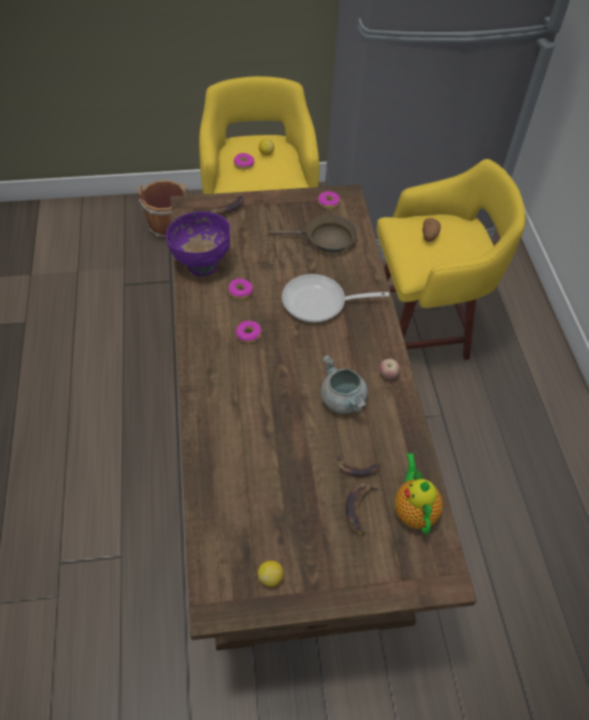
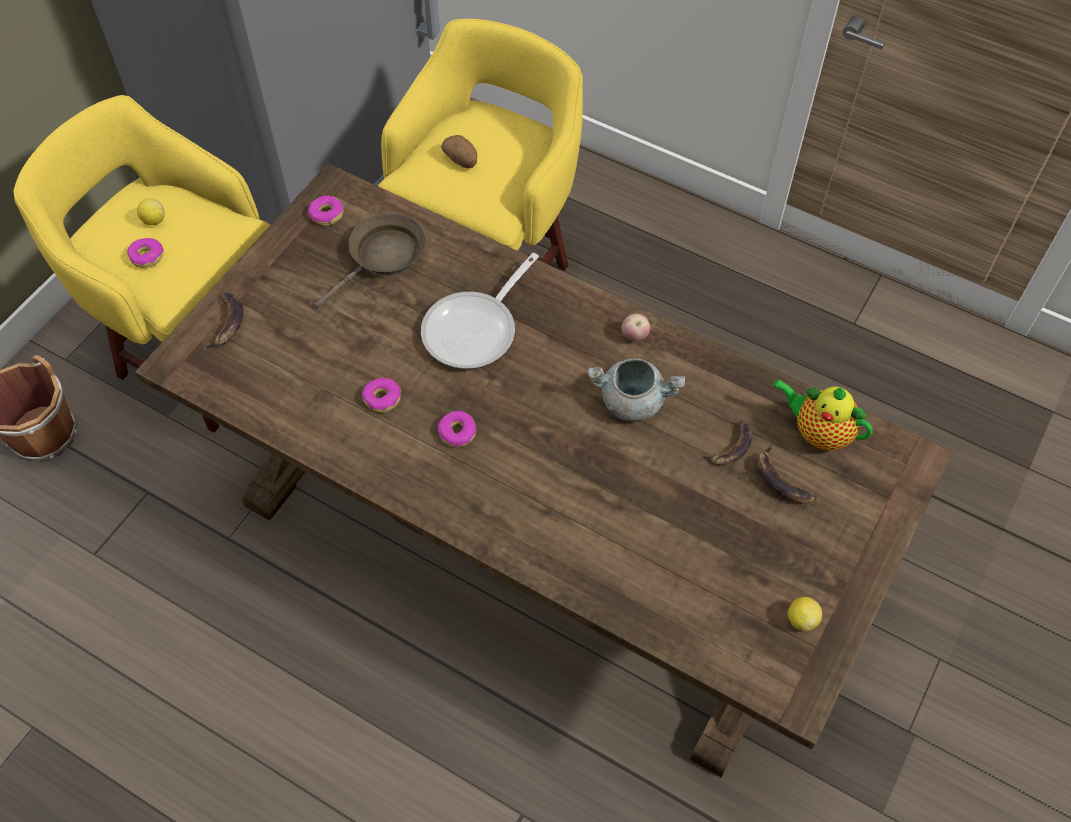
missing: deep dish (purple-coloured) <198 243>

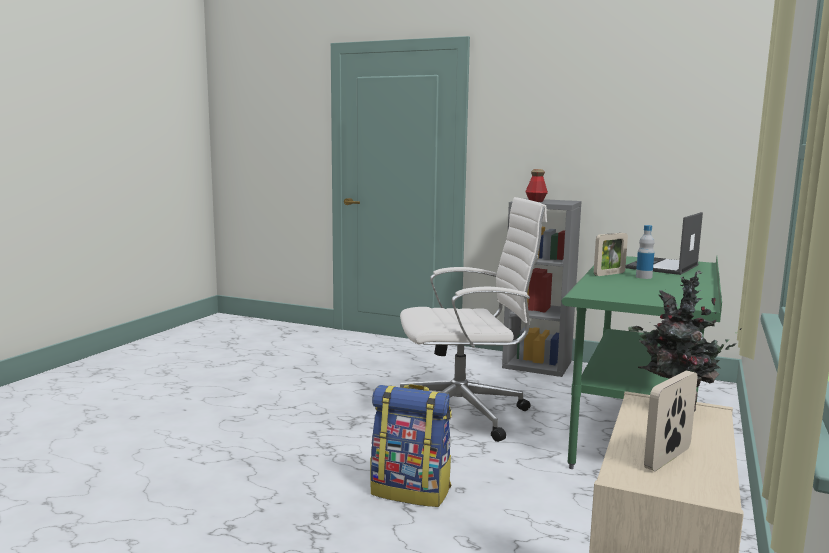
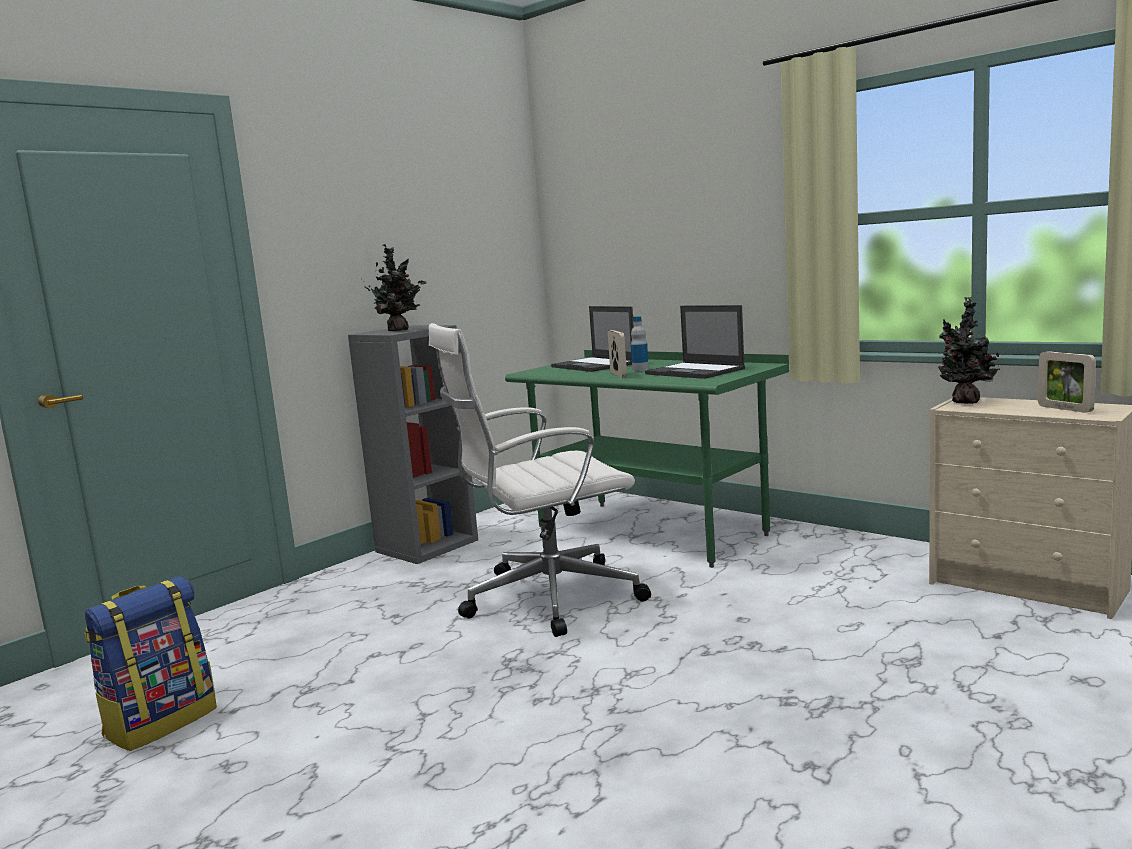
appeared: notebook computer <695 342>
relocated: backpack <411 445> to <150 663>
exchanged: bottle <536 185> to plant in a pot <395 287>
spun: office chair (white) <473 319> = <540 480> 120 degrees counterclockwise

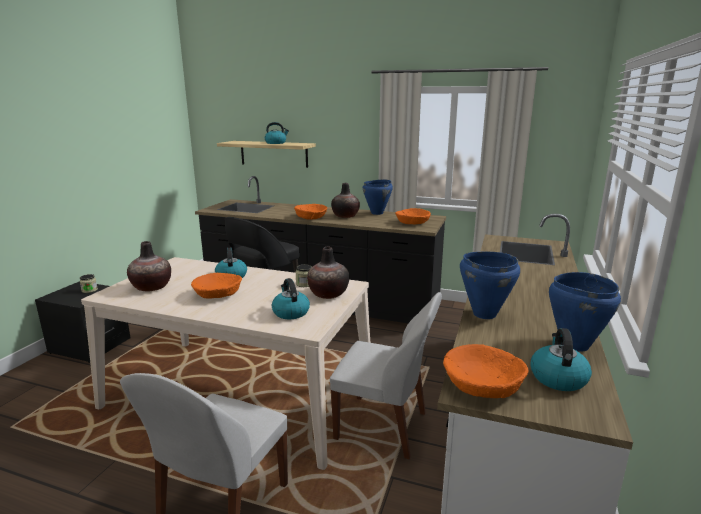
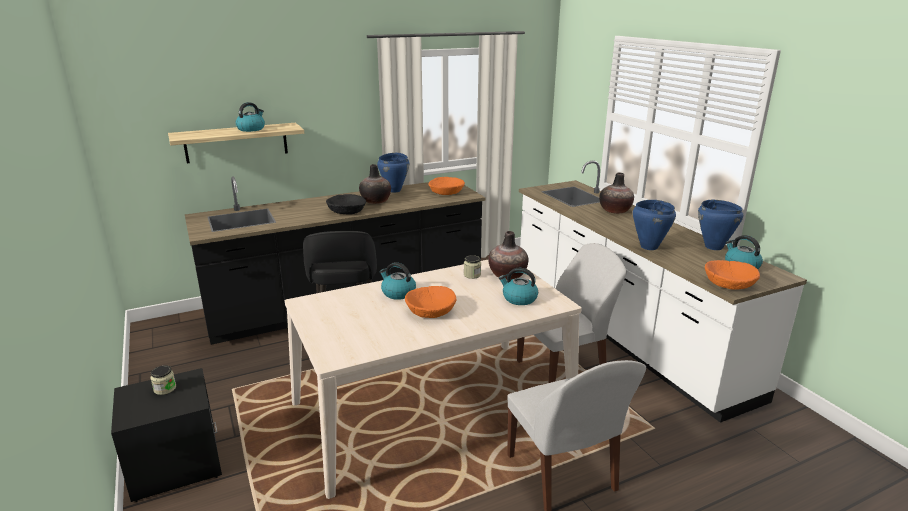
relocated: decorative vase <149 266> to <616 193>
colour: deep dish (orange) <310 212> to deep dish (blackish) <346 204>

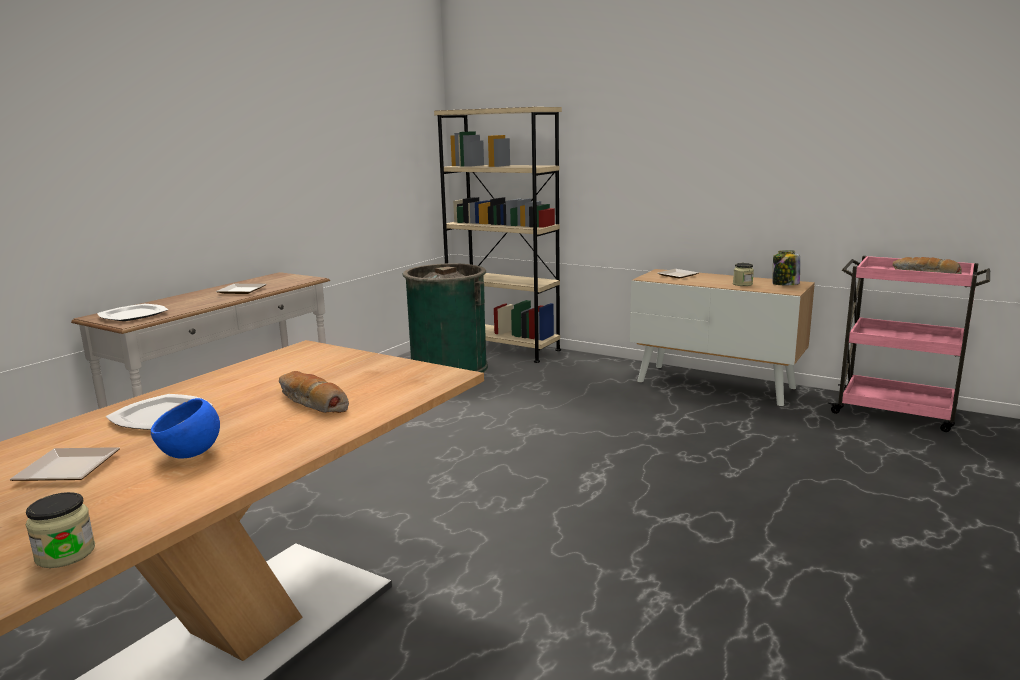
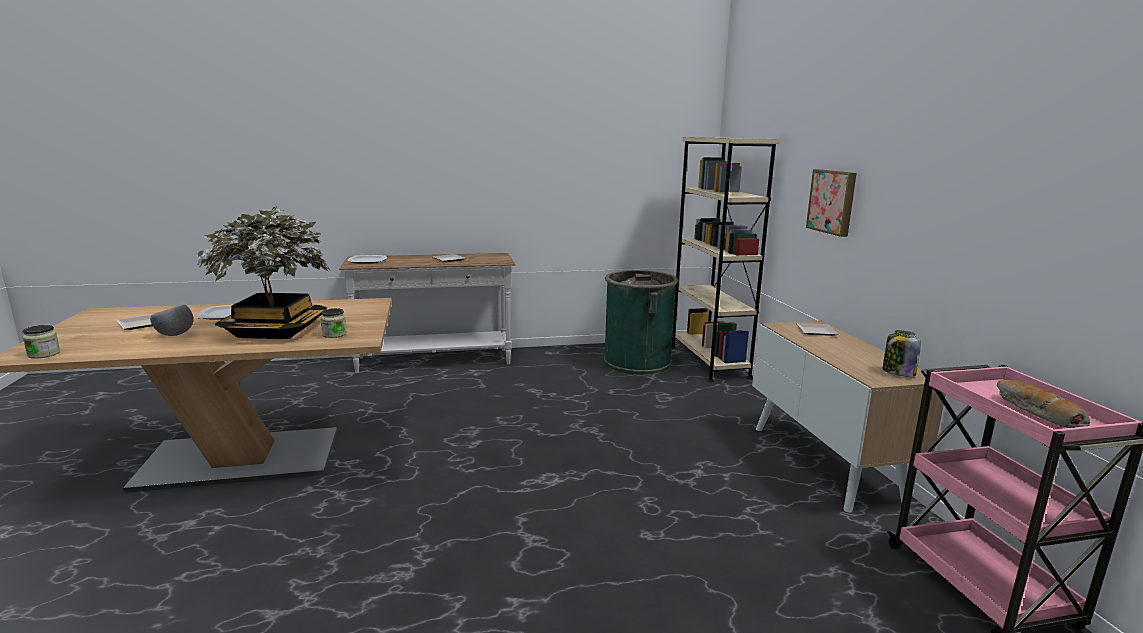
appeared: picture <831 203>
relocated: jar <743 274> to <334 323>
exchanged: bread <314 392> to plant in a pot <264 272>
colour: deep dish (blue) <185 428> to deep dish (greyish) <172 320>

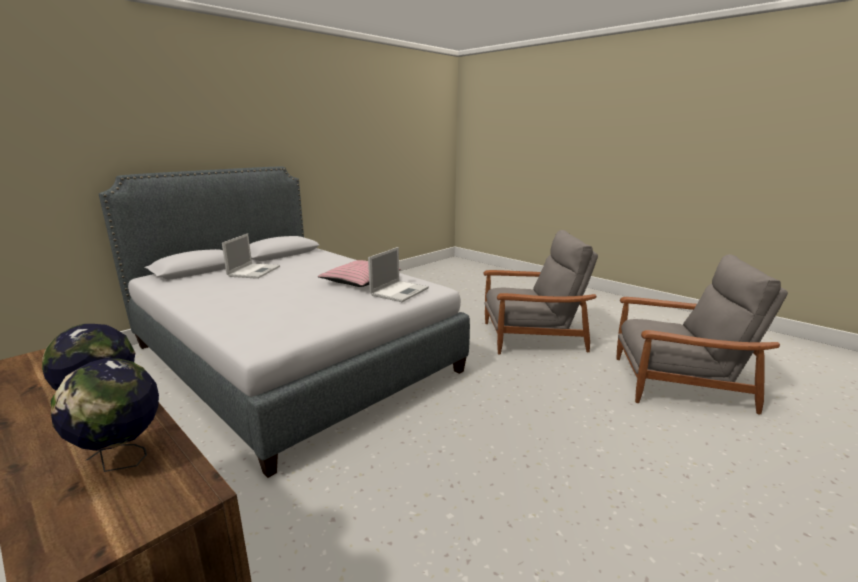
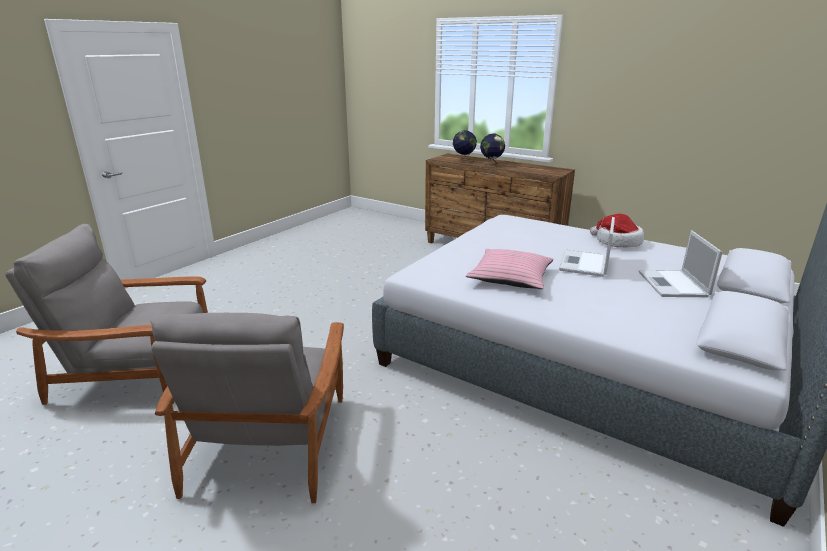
appeared: hat <617 231>
relocated: notebook computer <398 274> to <587 247>
spun: easy chair (greyish) <541 292> = <247 408> 75 degrees counterclockwise

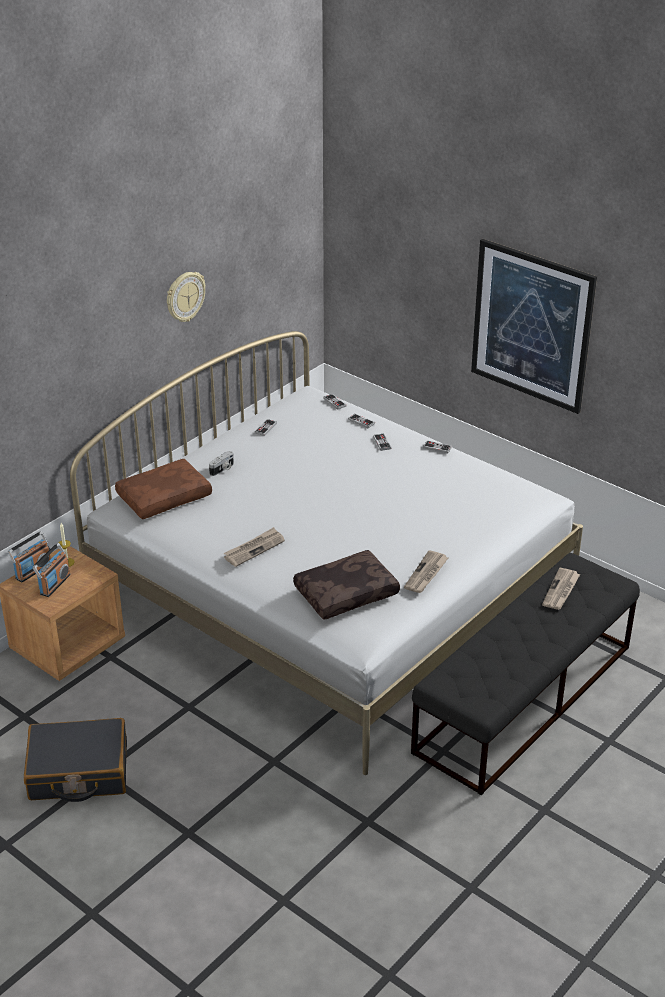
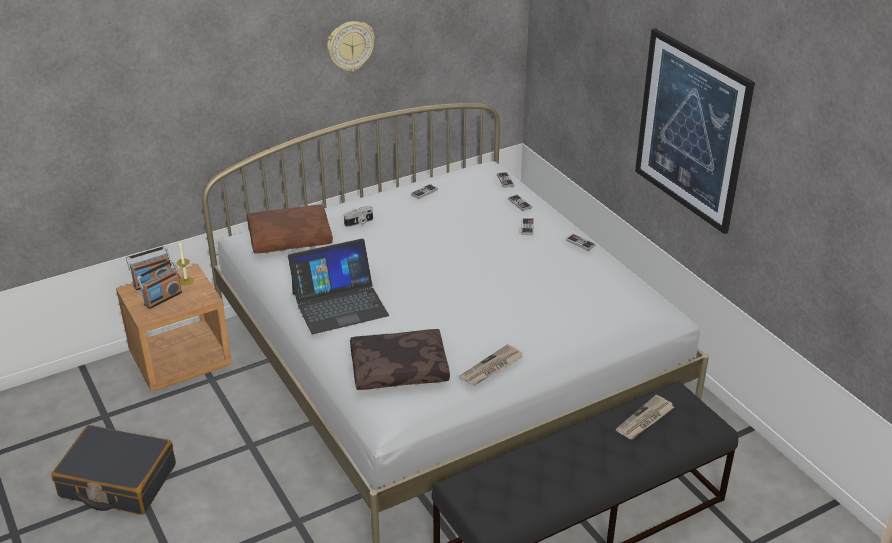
exchanged: printed paper <254 547> to notebook computer <338 286>

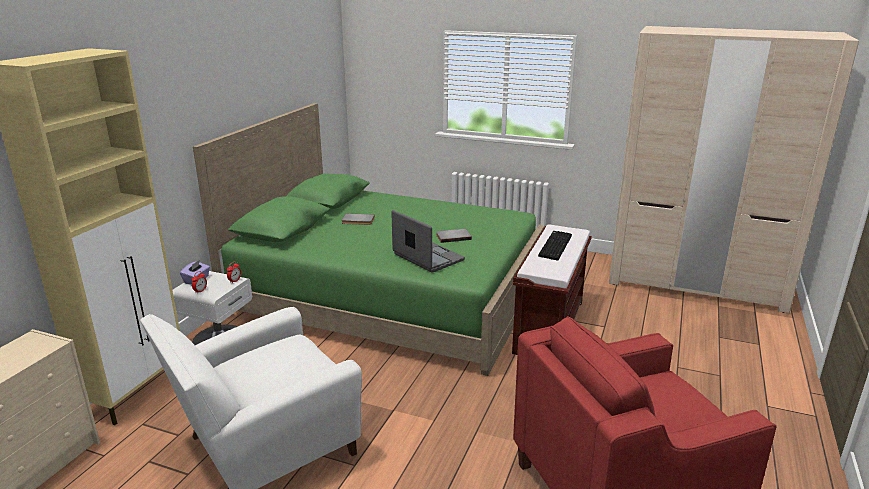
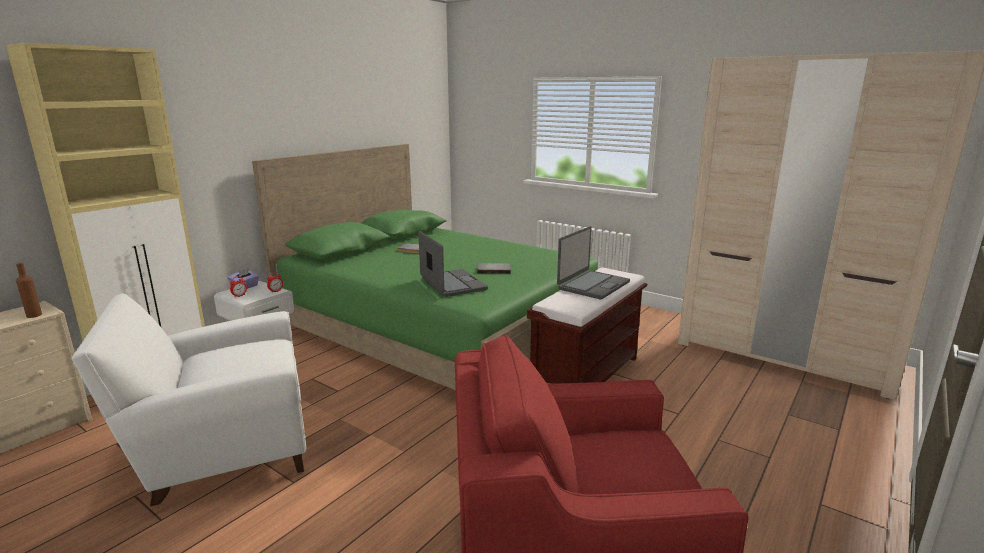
appeared: bottle (brownish) <29 290>
exchanged: keyboard <555 246> to notebook computer <593 262>

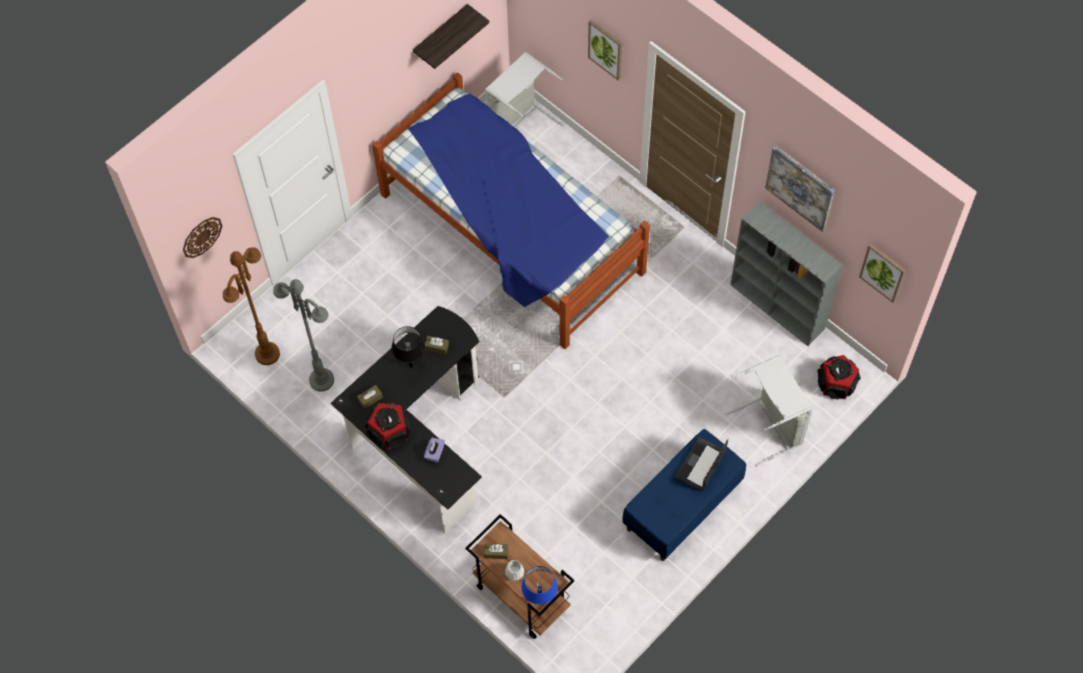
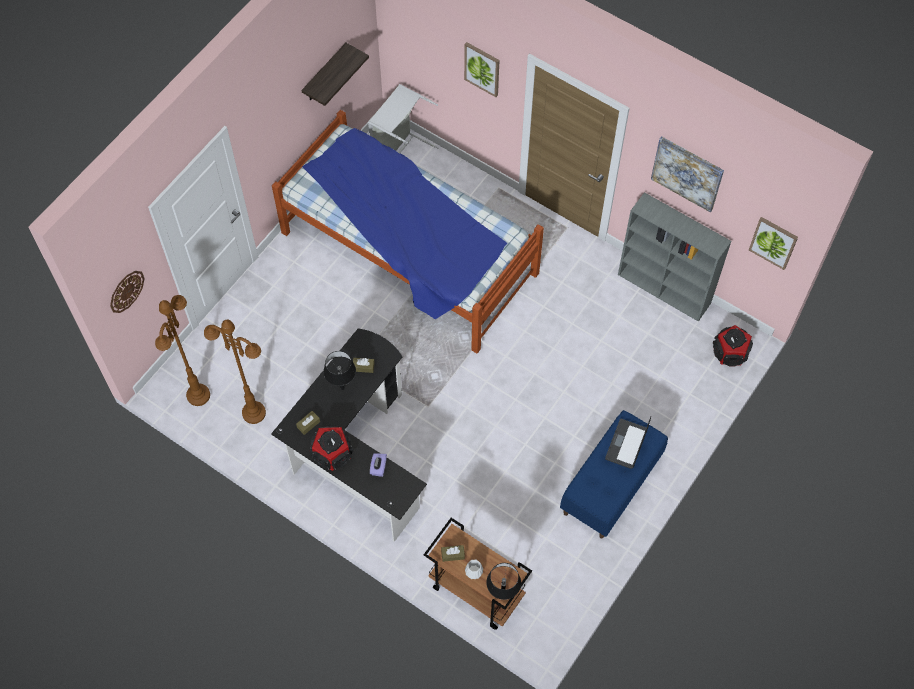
missing: hamper (greyish) <769 410>
colour: standard lamp (greyish) <303 335> to standard lamp (brownish) <235 372>; lamp for a table (blue) <539 585> to lamp for a table (blackish) <503 581>

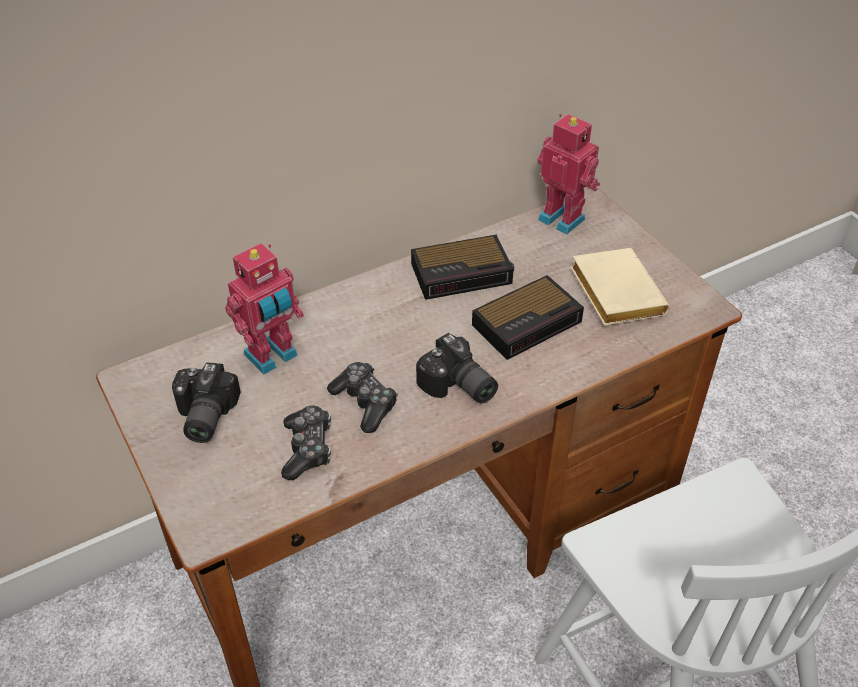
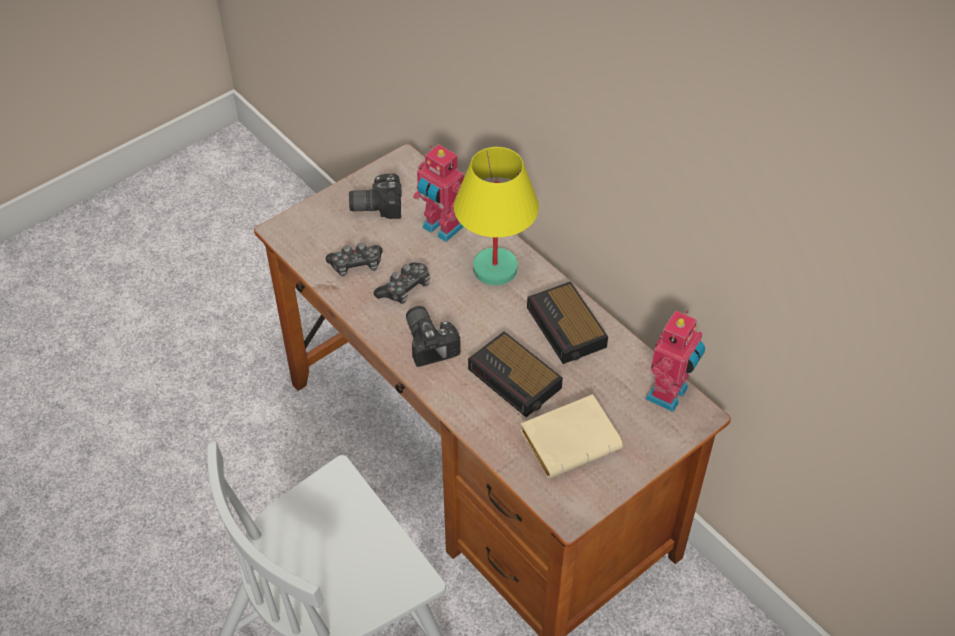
appeared: lamp for a table (yellow) <496 216>
spun: still camera <457 368> = <433 336> 120 degrees clockwise

